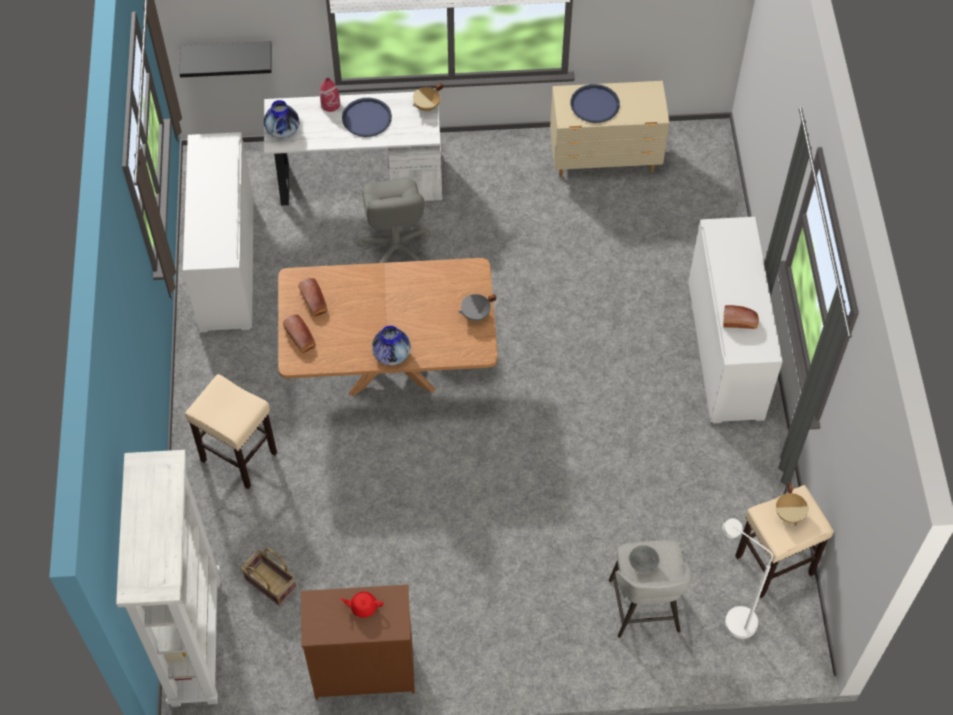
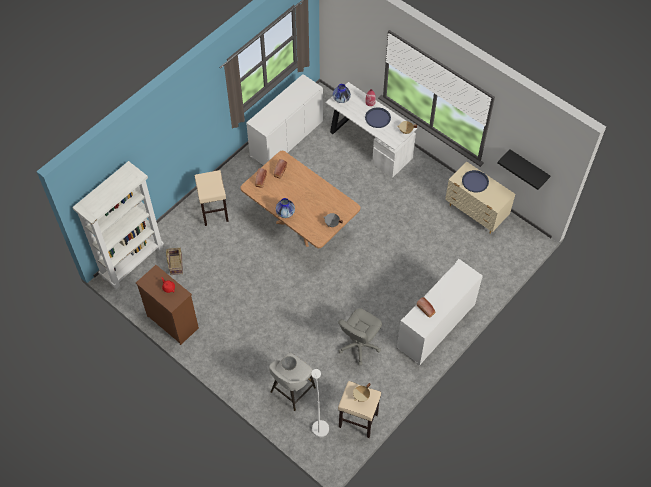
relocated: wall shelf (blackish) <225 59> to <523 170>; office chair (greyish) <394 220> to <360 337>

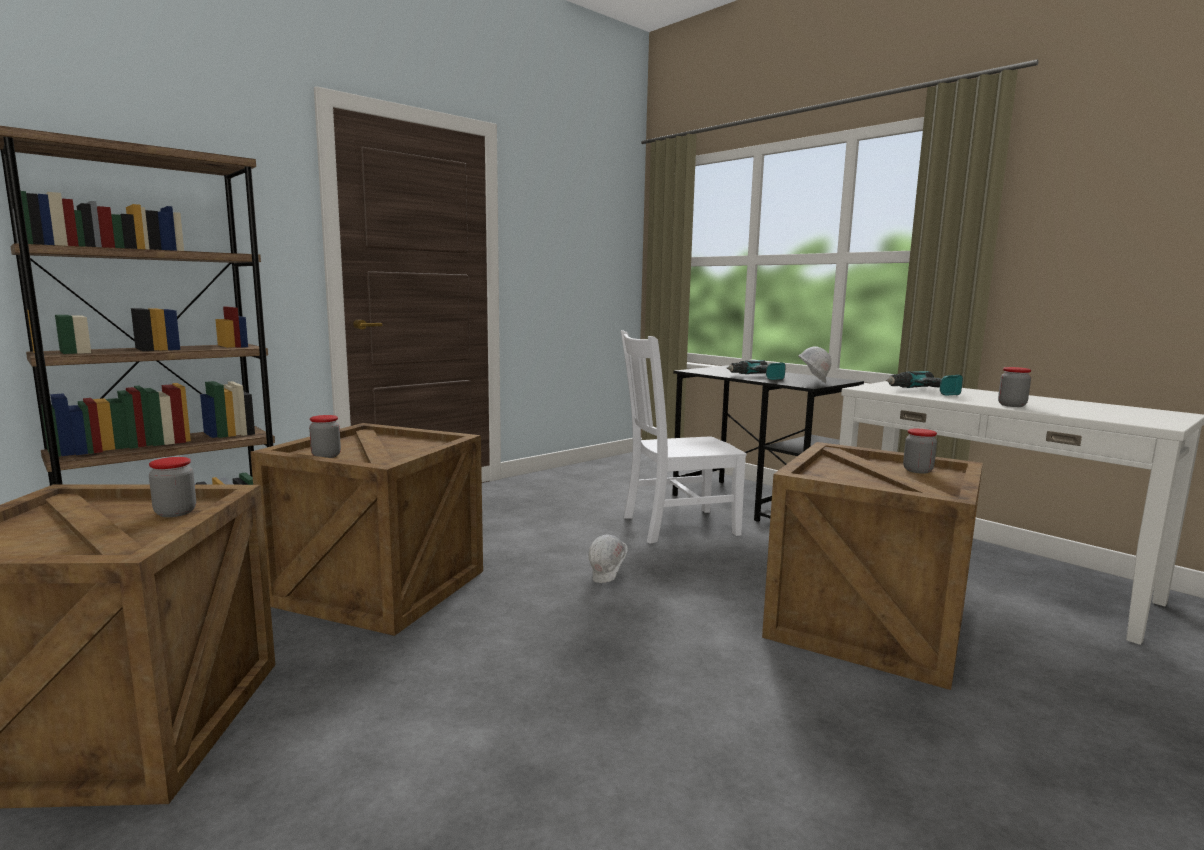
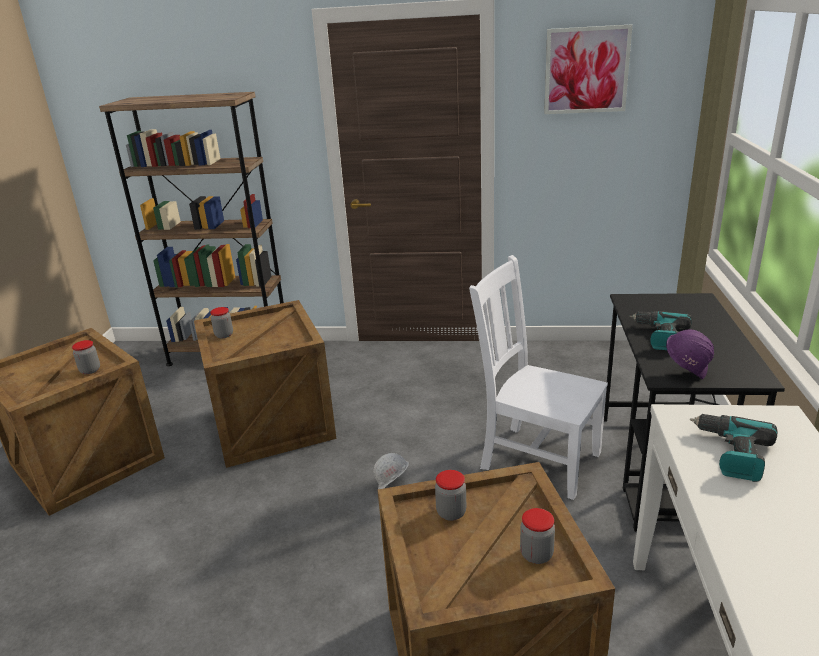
appeared: picture <588 69>
relocated: jar <1014 387> to <450 495>
colour: work helmet (white) <814 364> to work helmet (purple-coloured) <690 354>

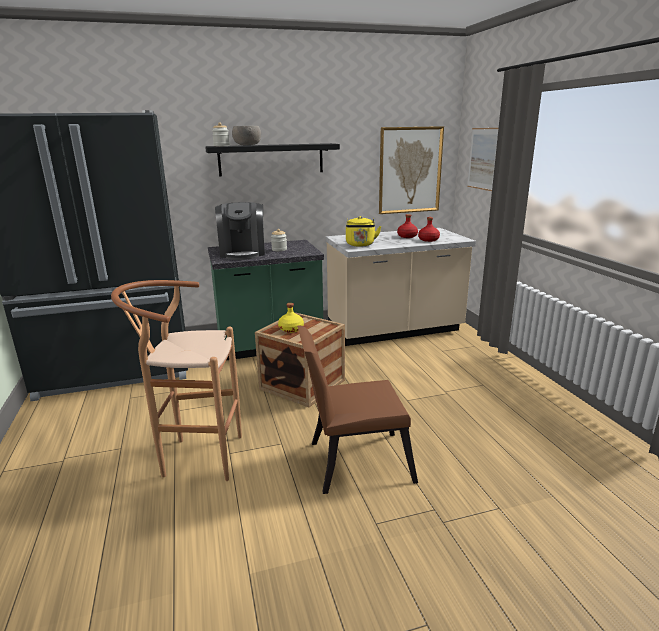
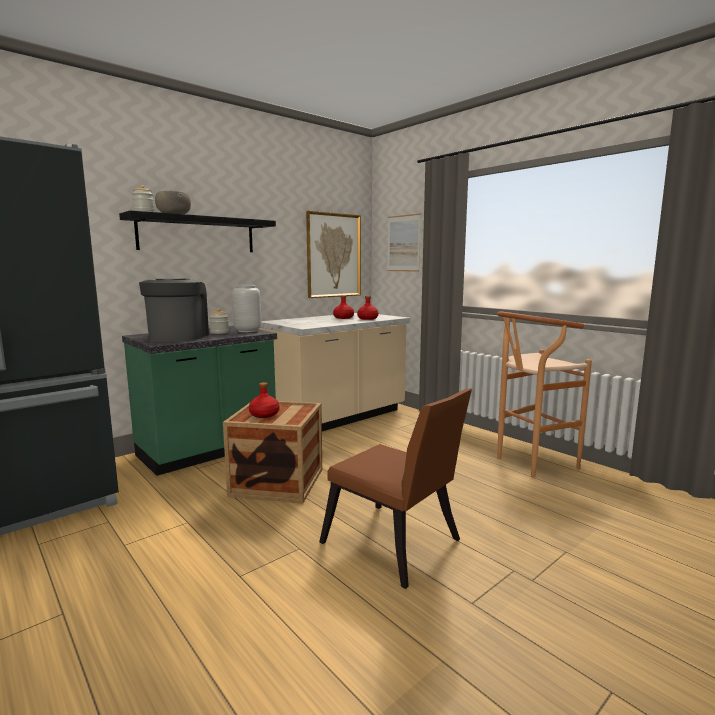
missing: water kettle (yellow) <363 231>
appeared: decorative vase (greyish) <246 308>
relocated: sitting stool (brownish) <176 380> to <544 394>
colour: bottle (yellow) <291 318> to bottle (red) <264 400>
spun: coffee maker <240 231> = <174 310> 150 degrees counterclockwise; plain chair (brownish) <357 409> = <395 488> 105 degrees counterclockwise

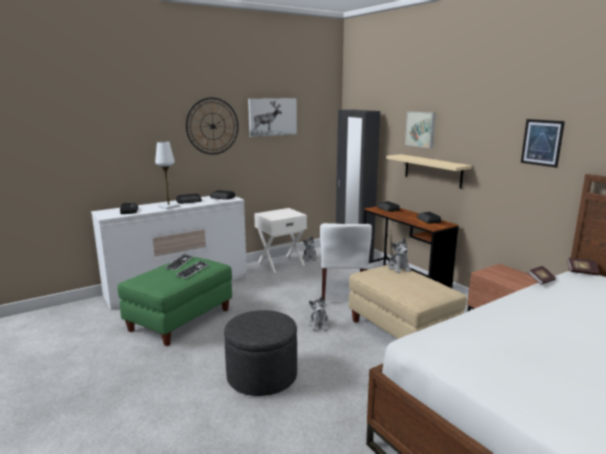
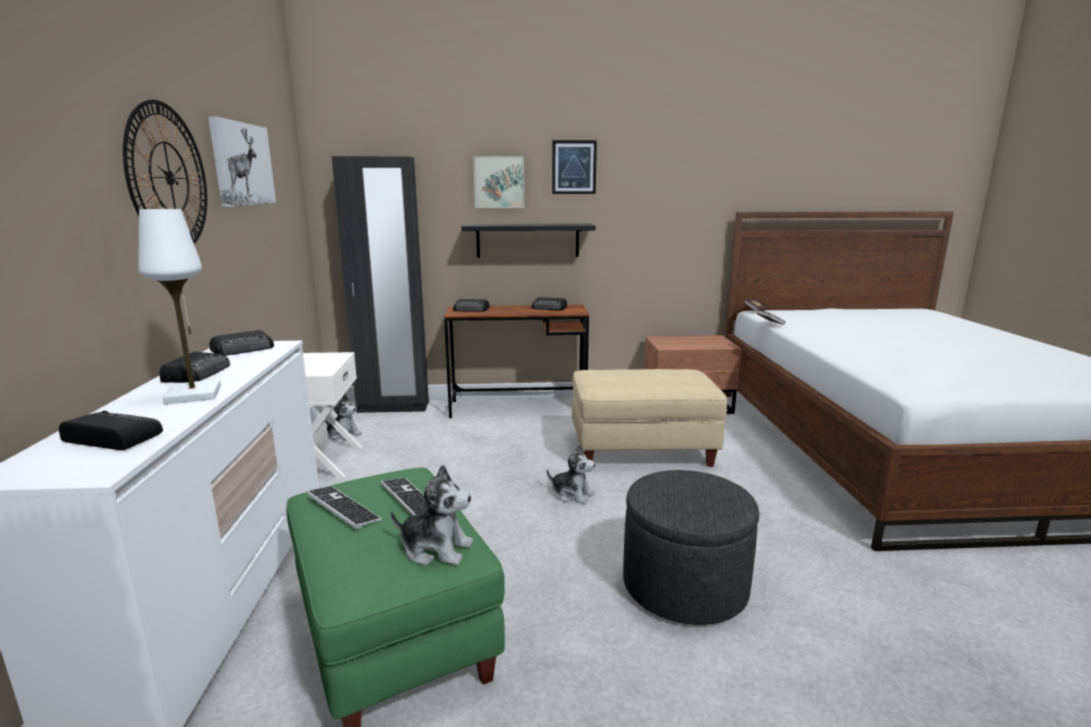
missing: plain chair (white) <346 262>
relocated: plush toy <399 255> to <431 515>; picture <543 143> to <574 167>
colour: wall shelf (beige) <429 171> to wall shelf (blackish) <528 241>

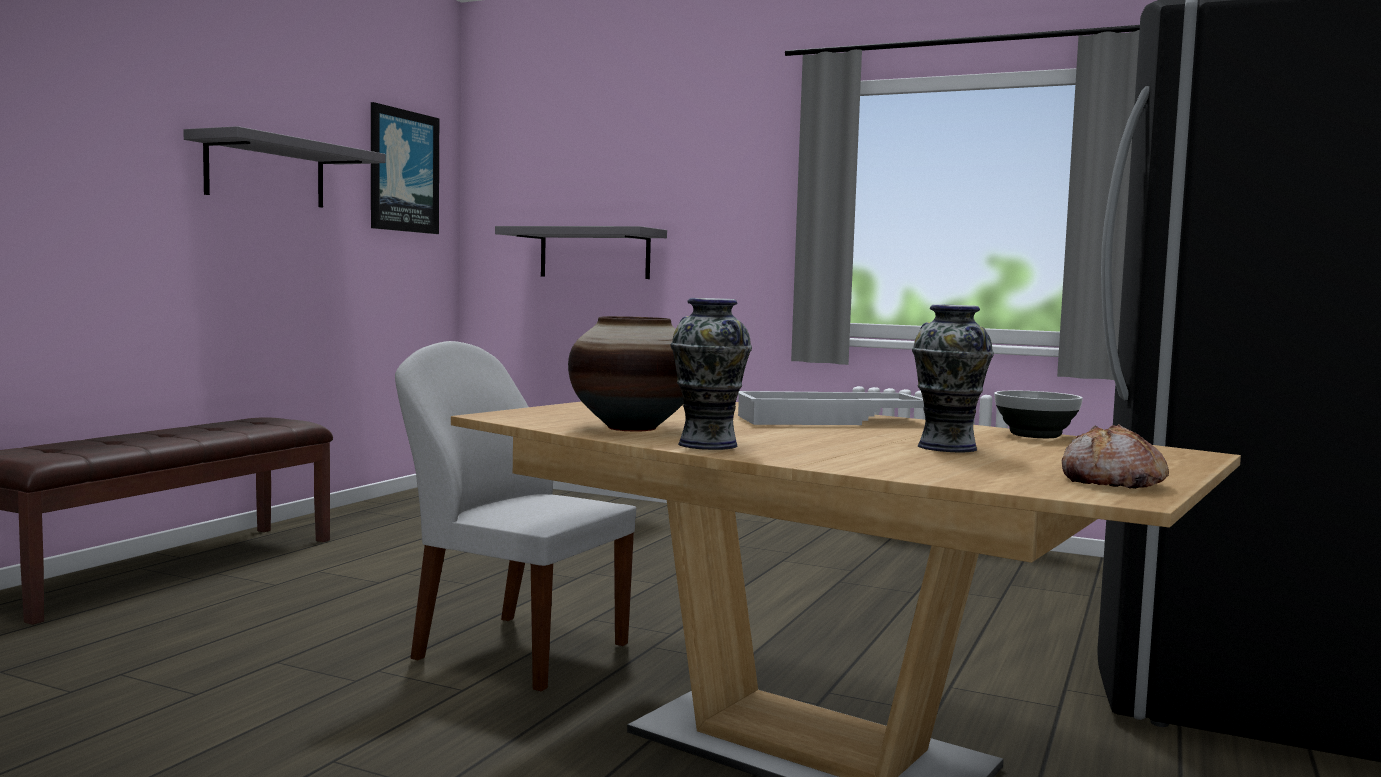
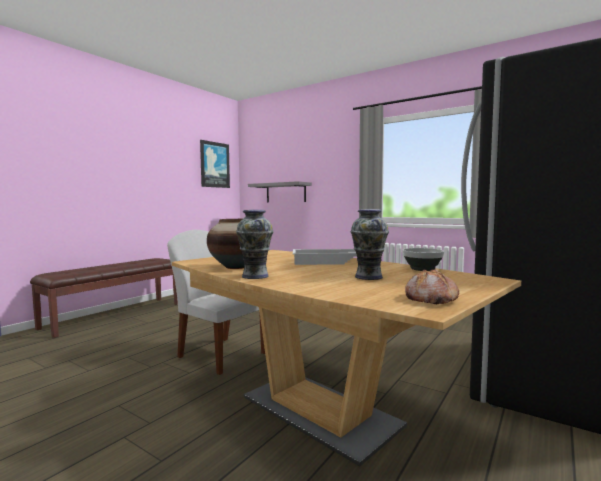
missing: wall shelf (greyish) <284 167>

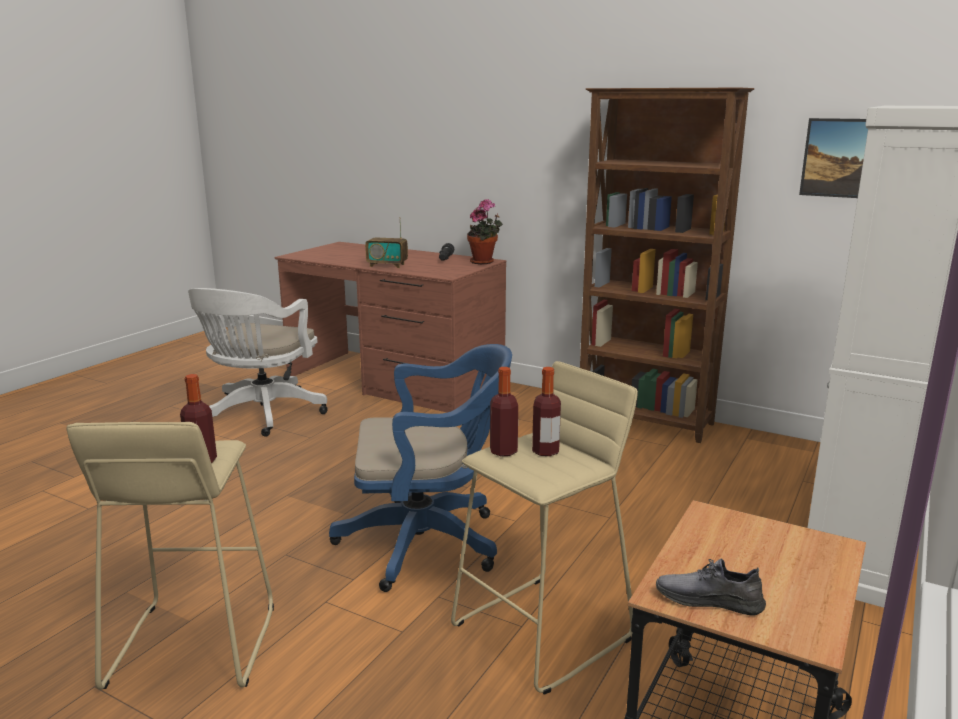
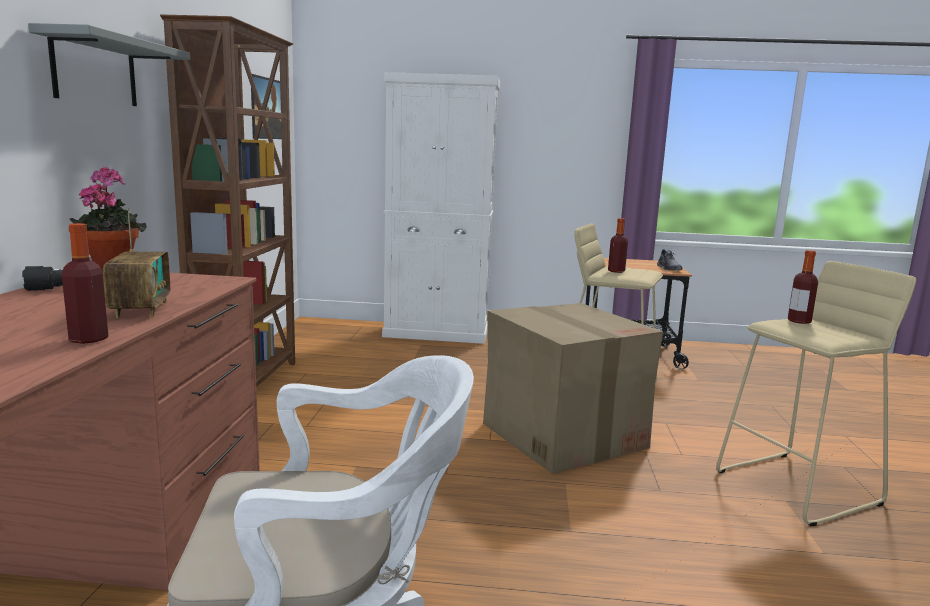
appeared: wall shelf (greyish) <109 64>
relocated: bottle <504 411> to <85 283>
exchanged: office chair (blue) <420 468> to carton <573 388>

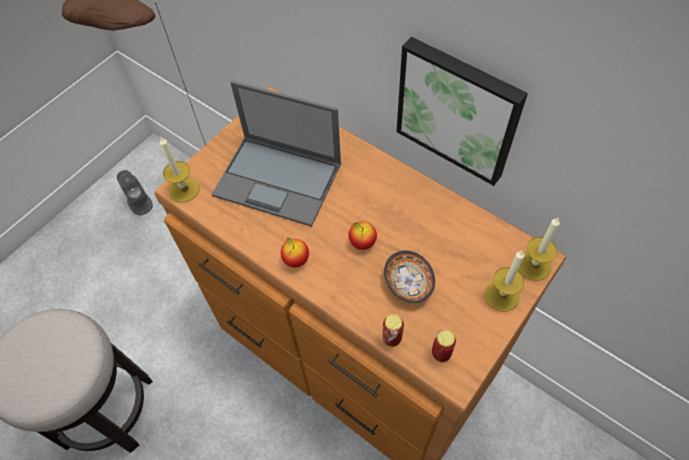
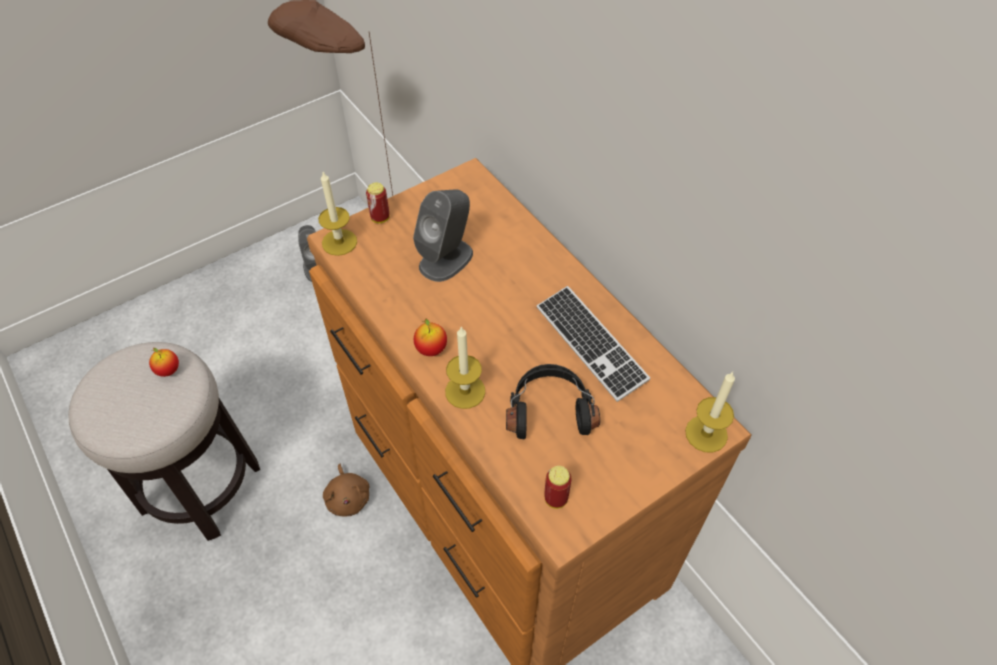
missing: picture <462 111>
appeared: plush toy (brownish) <346 490>; keyboard <593 344>
relocated: apple <362 236> to <164 362>; sealed can <393 330> to <378 203>; wax candle <504 281> to <465 368>
exchanged: notebook computer <276 154> to loudspeaker (greyish) <443 235>; deep dish <409 276> to headphones (blackish) <553 401>

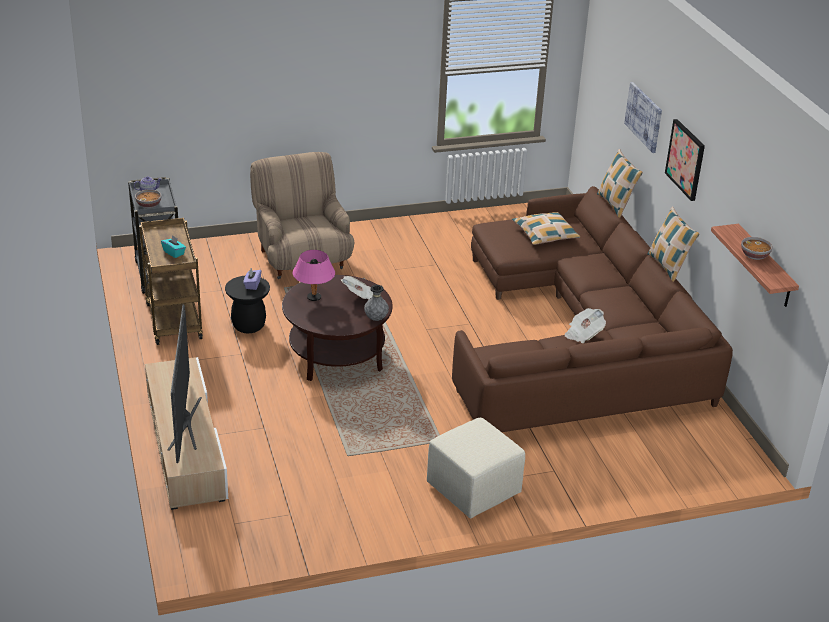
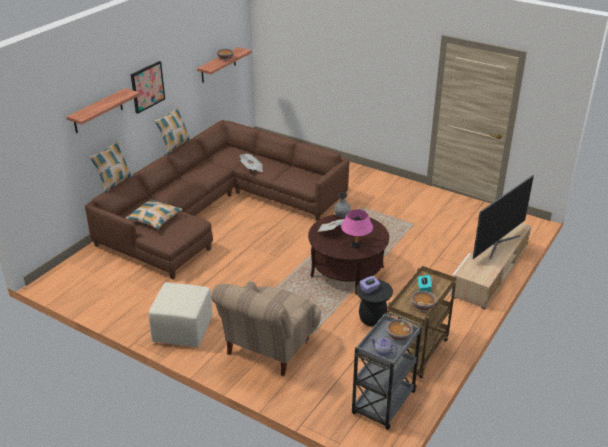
appeared: deep dish <423 301>
relocated: footrest (beige) <476 468> to <180 314>
exchanged: picture <643 117> to wall shelf <103 110>

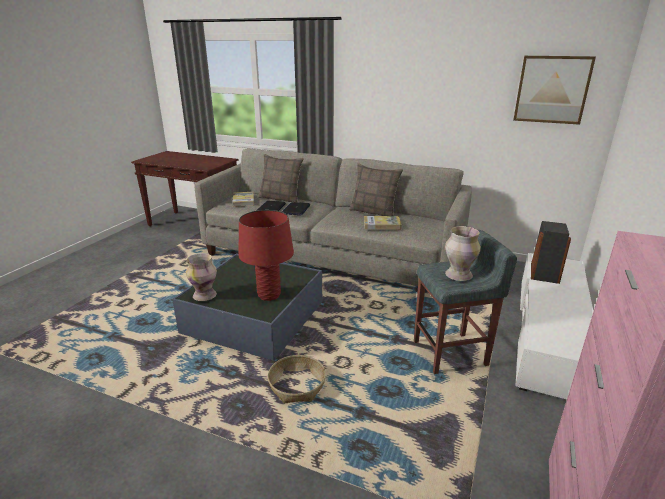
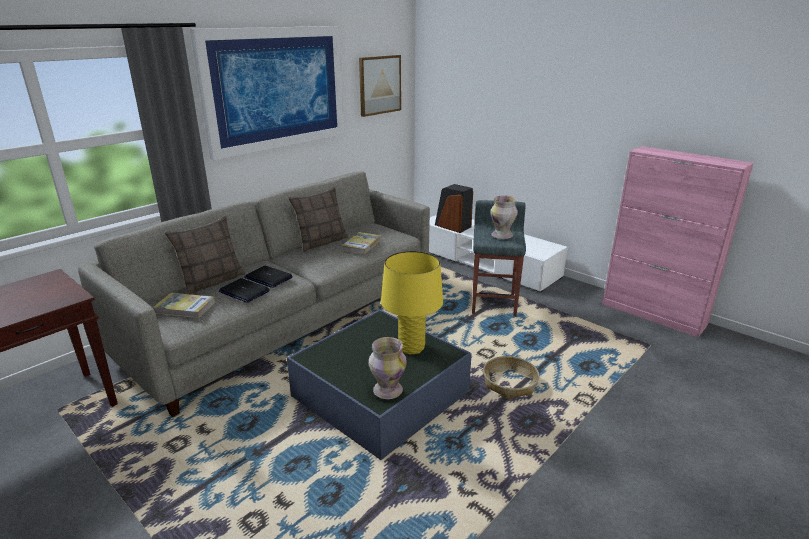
appeared: picture <267 93>
colour: lamp for a table (red) <266 255> to lamp for a table (yellow) <412 303>

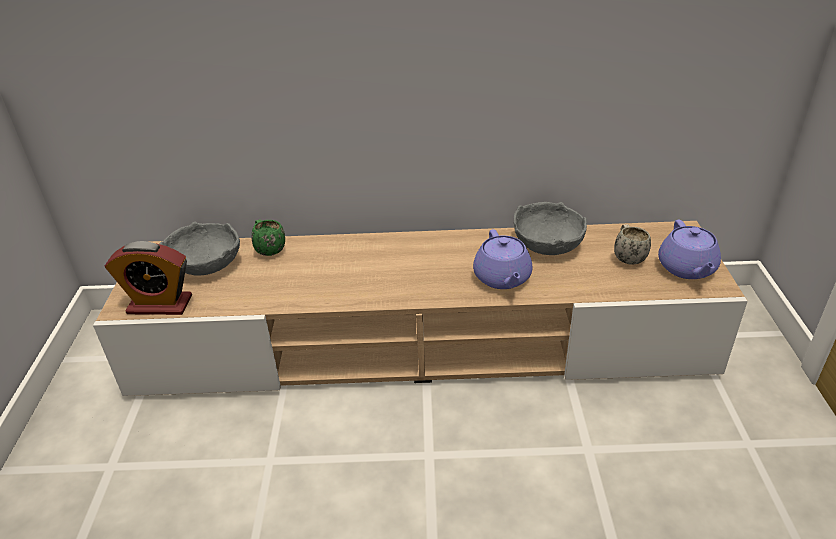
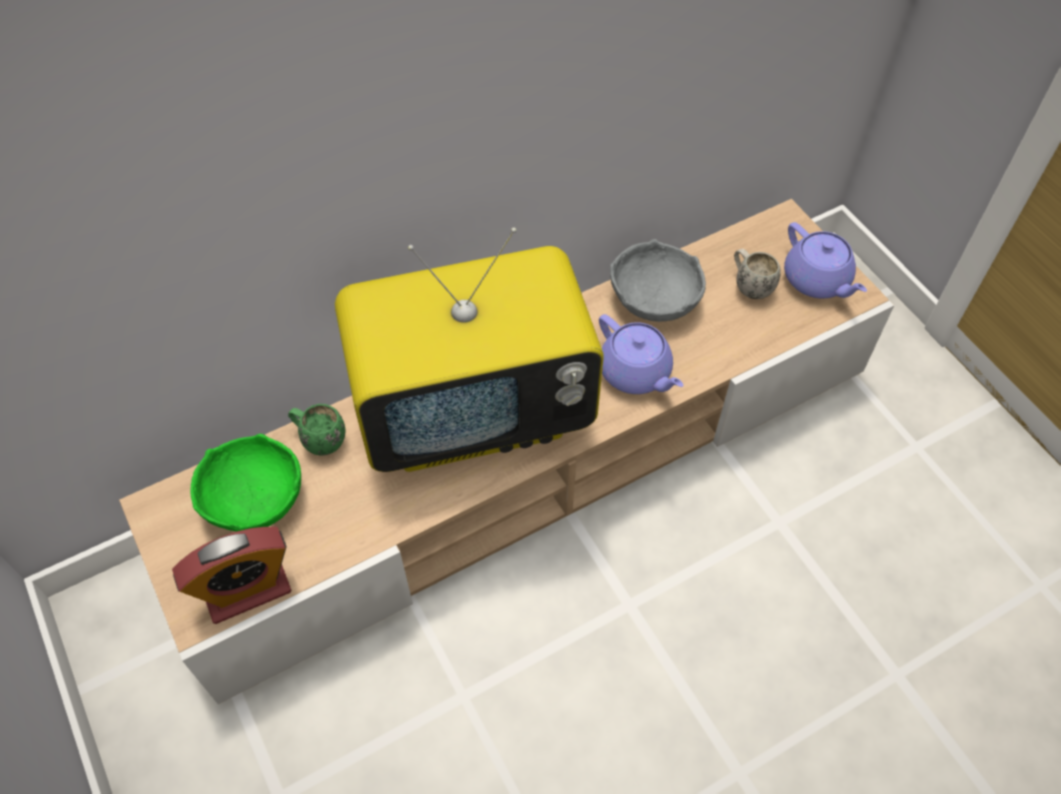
appeared: television <469 349>
colour: deep dish (greyish) <200 249> to deep dish (green) <245 483>

